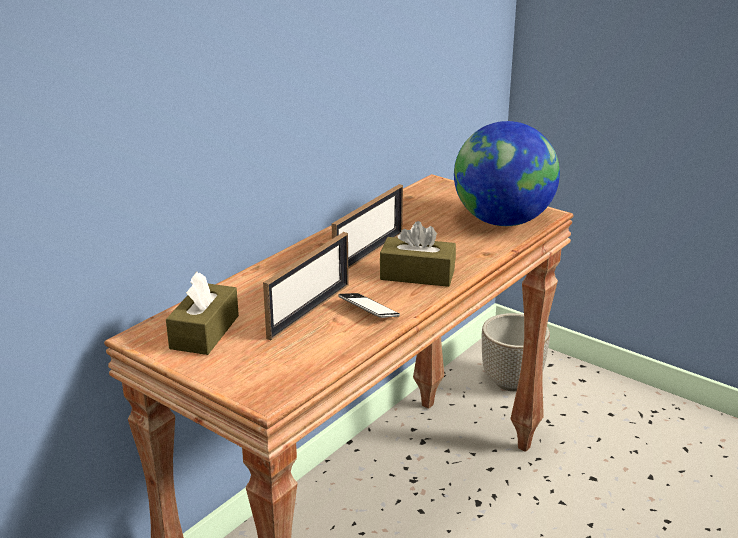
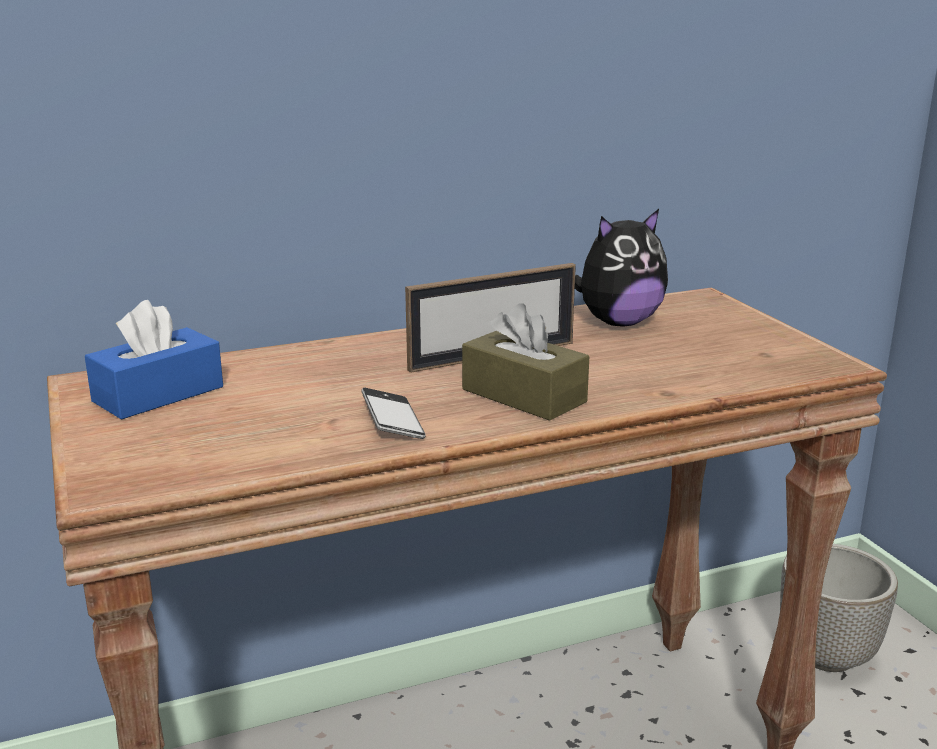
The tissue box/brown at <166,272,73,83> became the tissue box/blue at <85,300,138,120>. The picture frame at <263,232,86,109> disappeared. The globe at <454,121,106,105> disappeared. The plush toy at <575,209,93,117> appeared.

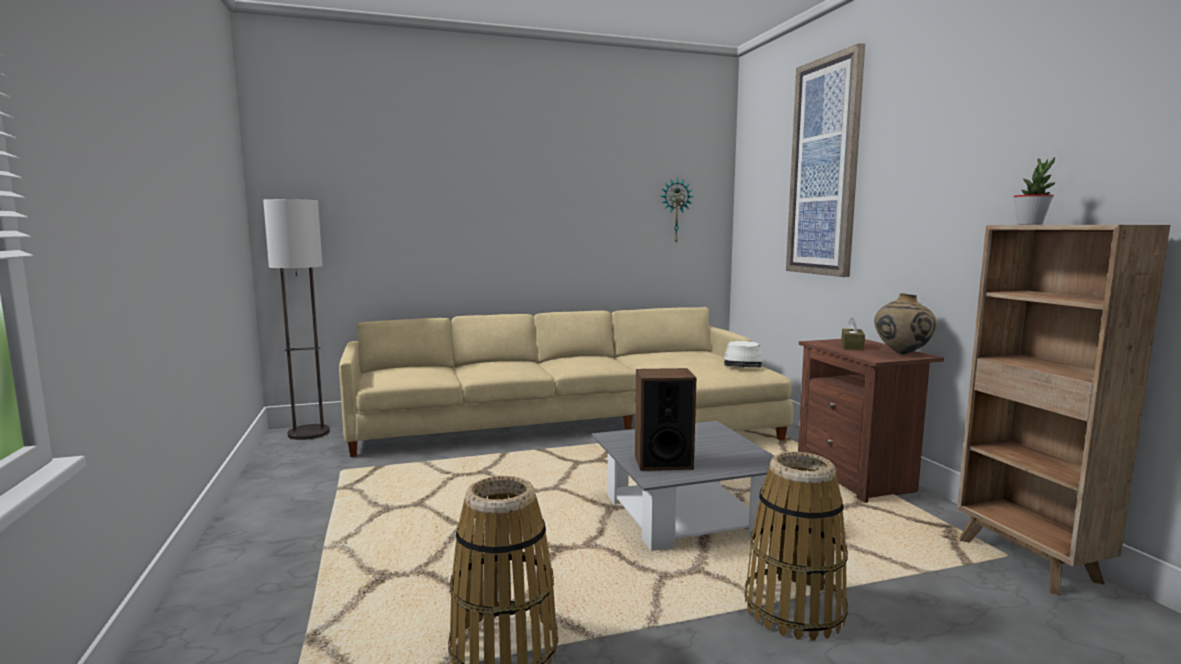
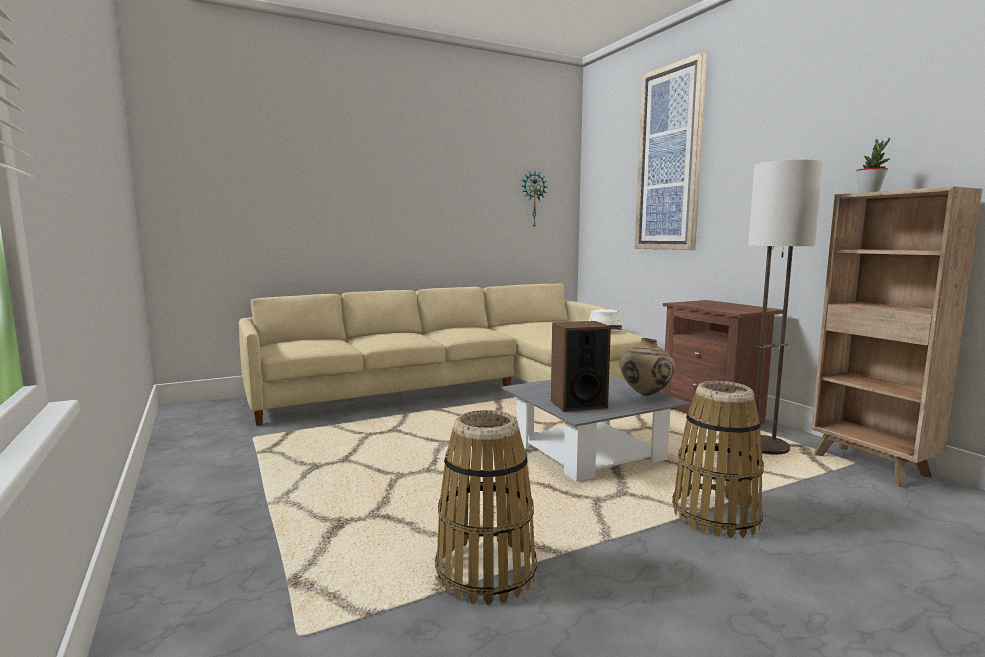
The floor lamp moved from <263,199,67,241> to <748,160,75,294>. The tissue box/brown at <841,317,24,33> disappeared. The vase/beige moved from <874,293,63,61> to <620,338,55,58>.

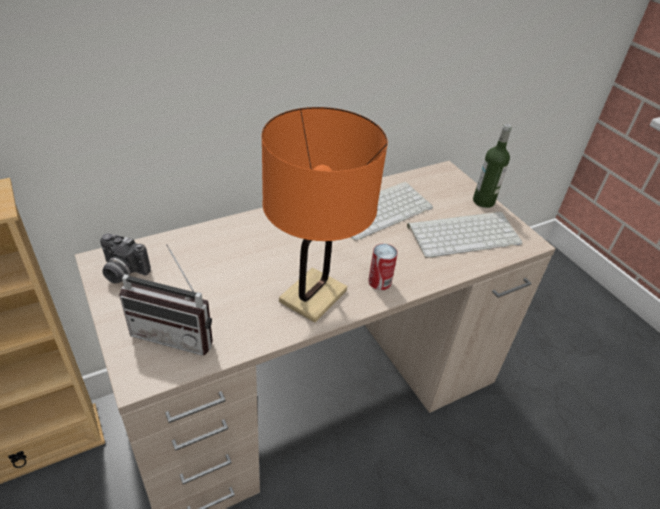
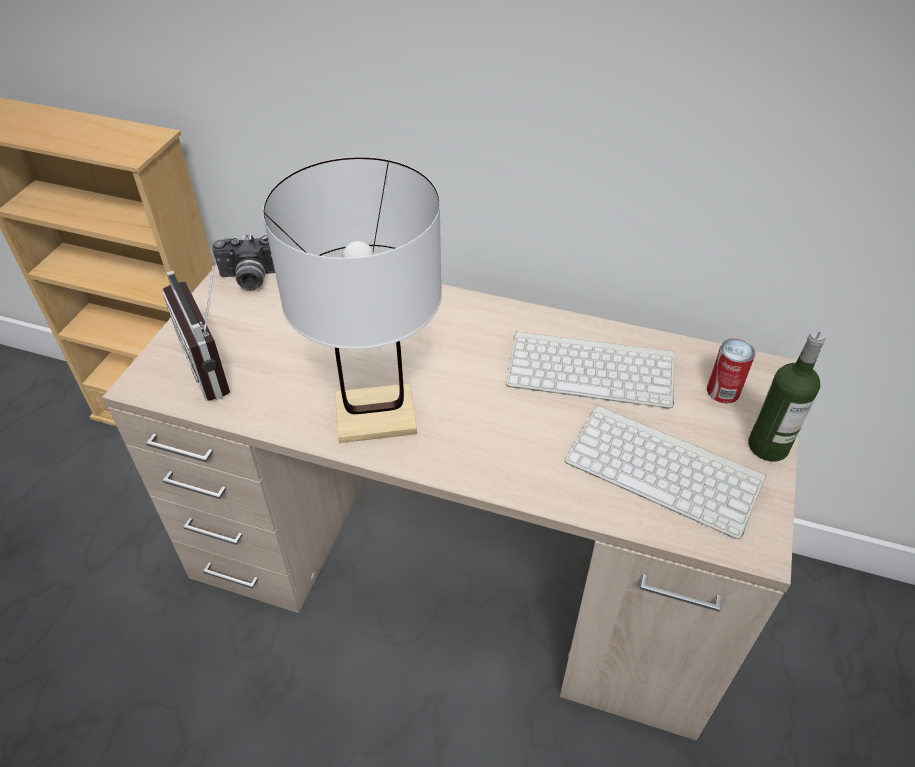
The photo camera at <100,233,51,51> turned 75 degrees counterclockwise. The table lamp/orange at <262,107,126,216> became the table lamp/white at <263,157,179,286>. The can moved from <368,243,30,47> to <707,339,48,64>.

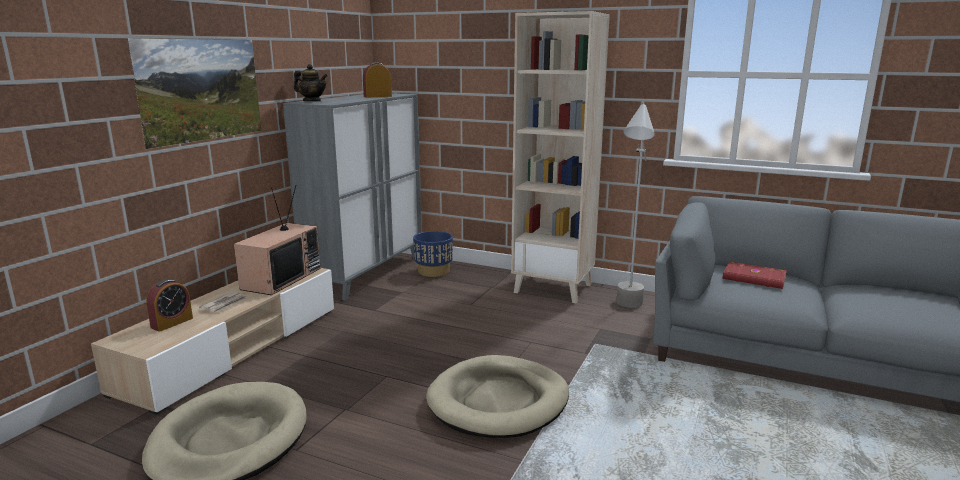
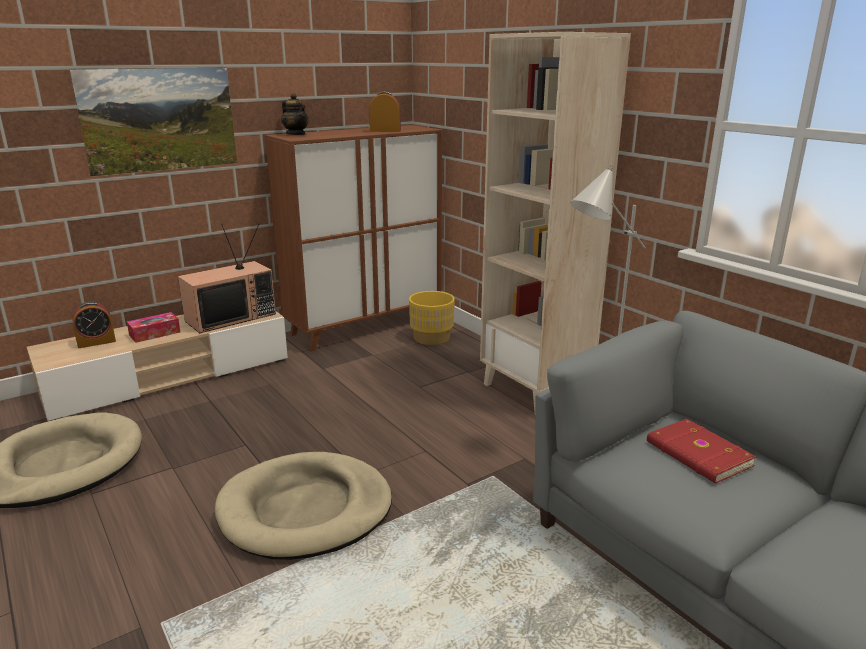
The newspaper at <199,292,48,20> was replaced by the tissue box at <127,312,53,31>. The cabinet/grey at <283,93,139,208> became the cabinet/brown at <265,125,177,226>. The planter/blue at <413,231,40,46> became the planter/yellow at <409,291,46,54>.

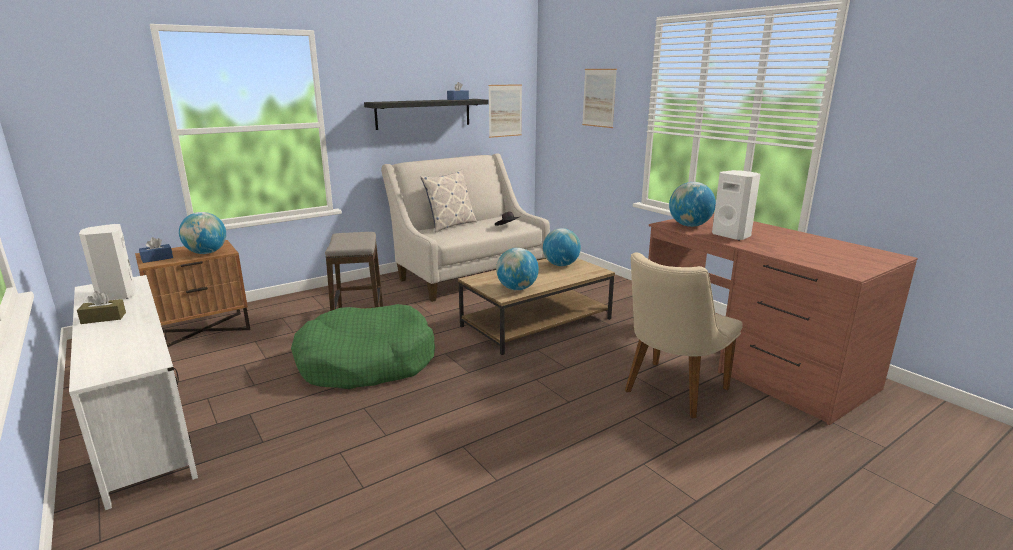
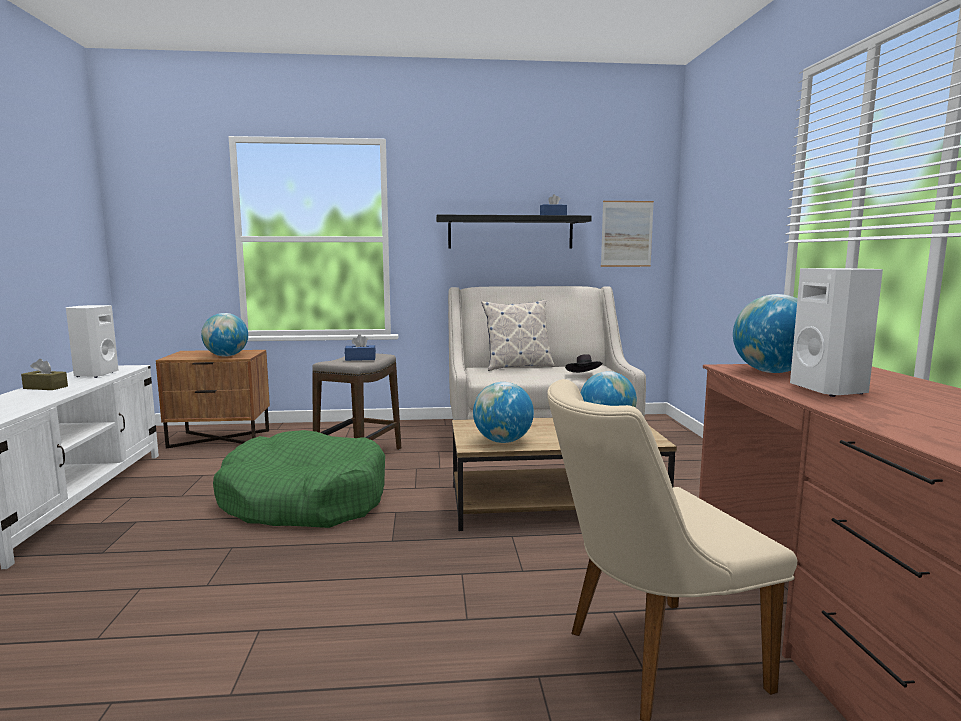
The tissue box/blue moved from <139,237,34,26> to <345,335,31,26>. The picture at <582,69,35,59> disappeared.

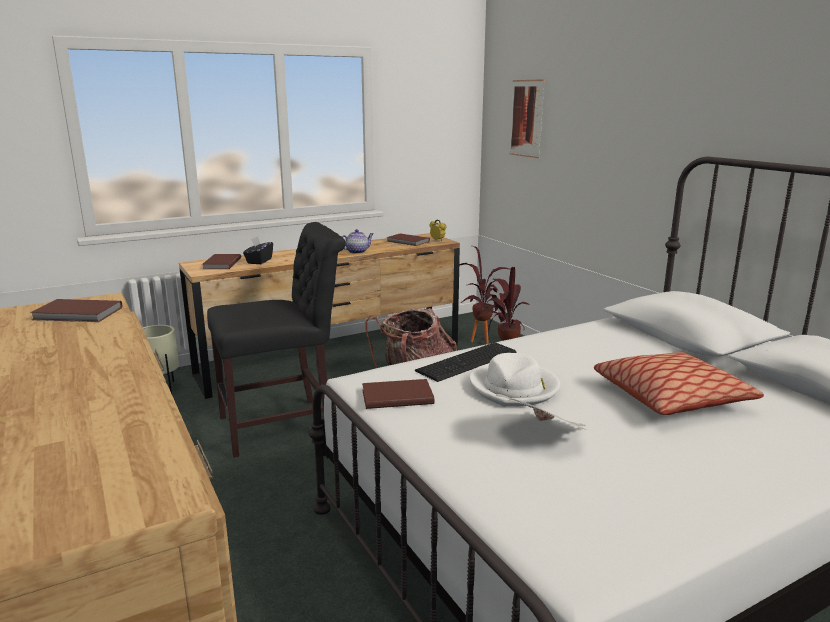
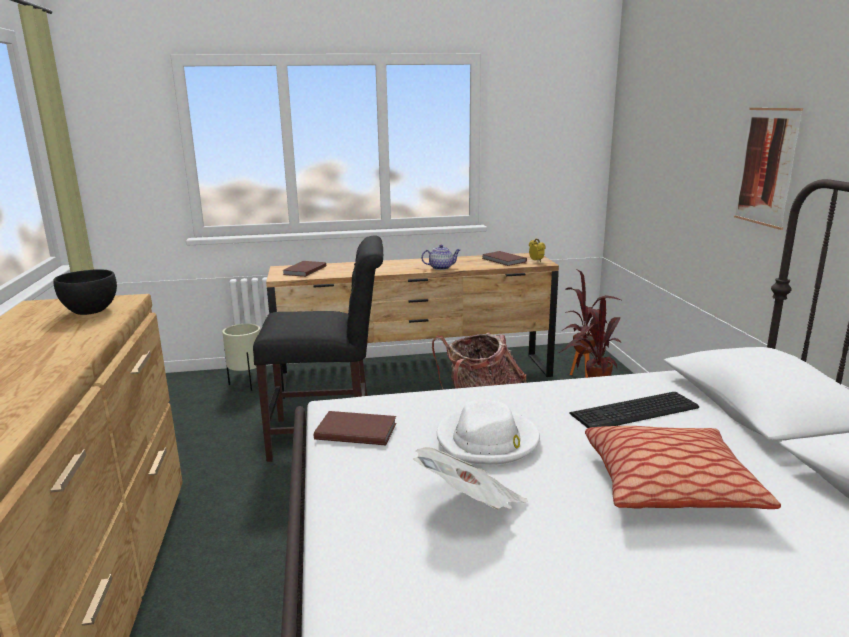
The book/brown at <30,299,92,23> was replaced by the bowl/black at <53,269,64,46>. The tissue box/black at <243,236,30,28> disappeared. The keyboard moved from <415,342,102,40> to <570,392,129,36>. The picture moved from <509,79,36,79> to <734,108,69,122>.

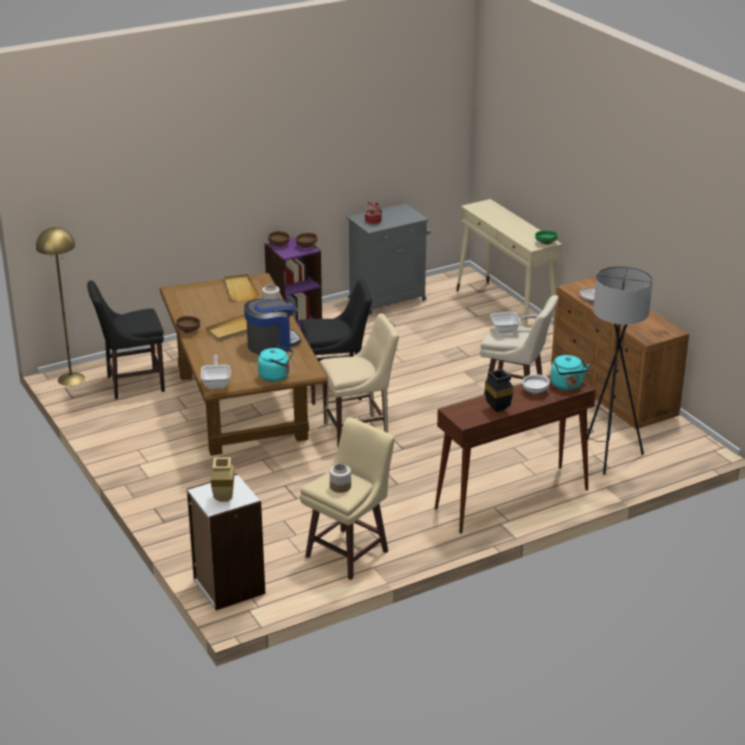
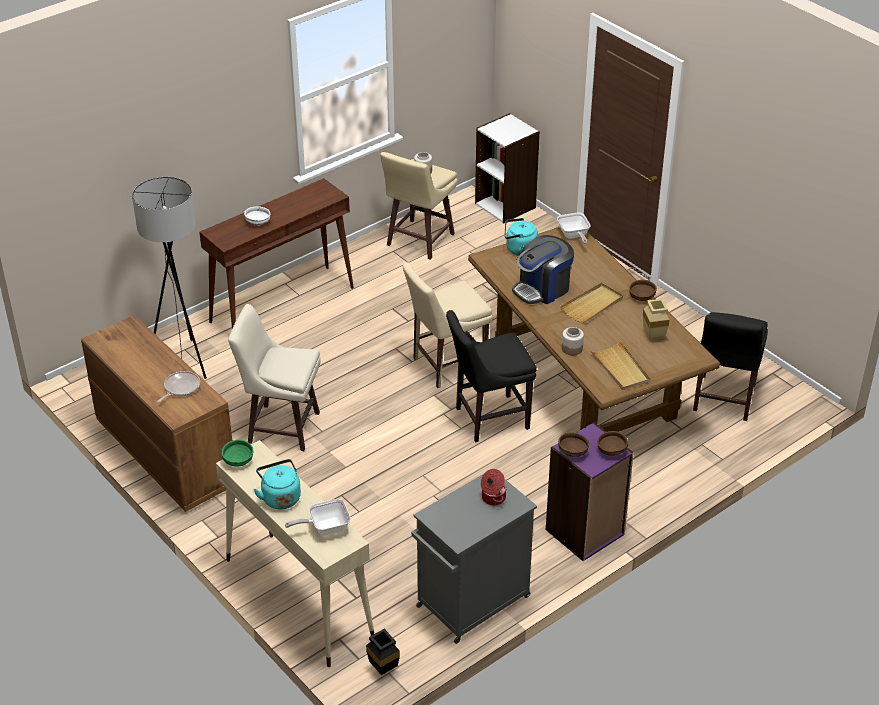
The floor lamp/yellow at <36,227,49,159> disappeared. The chair/black at <87,280,78,119> turned 135 degrees clockwise. The vase/beige moved from <211,457,23,45> to <643,299,26,41>. The vase/black moved from <485,369,28,43> to <366,629,34,46>. The frying pan moved from <490,312,47,22> to <285,499,66,37>. The kettle/turquoise moved from <551,355,39,35> to <253,459,48,50>.

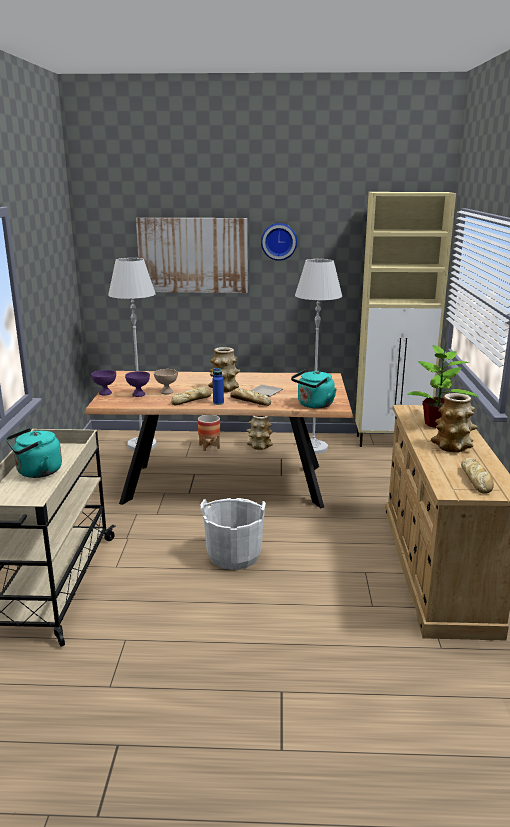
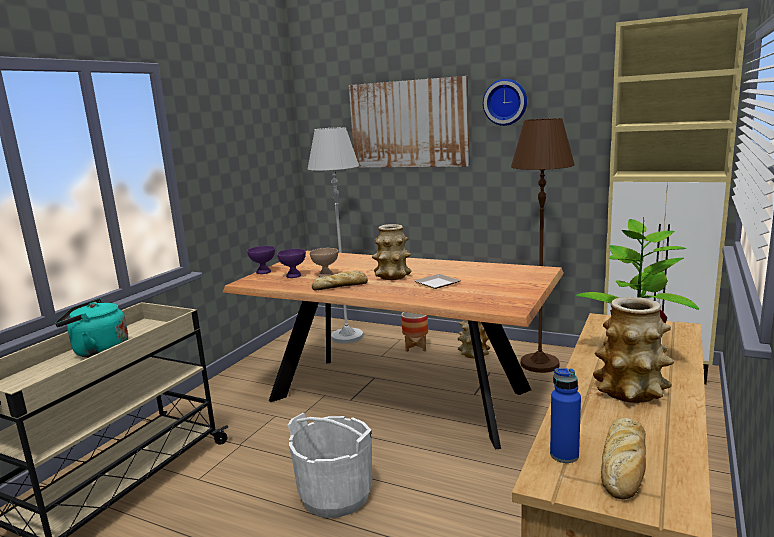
The bottle/blue moved from <213,368,11,37> to <550,368,31,95>. The bread at <230,389,41,17> disappeared. The kettle/turquoise at <291,369,46,40> disappeared. The floor lamp/white at <295,259,47,195> became the floor lamp/brown at <511,118,64,255>.

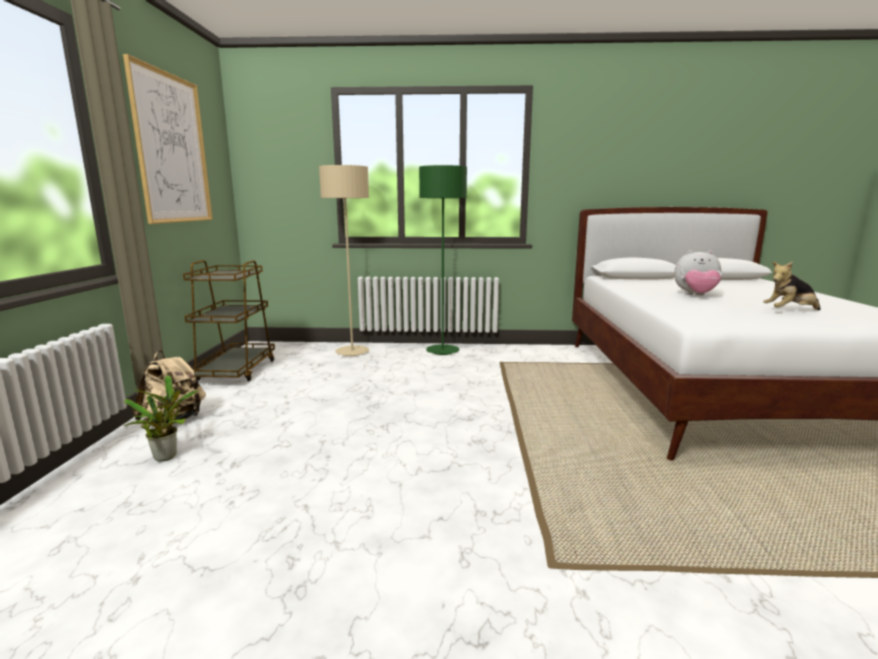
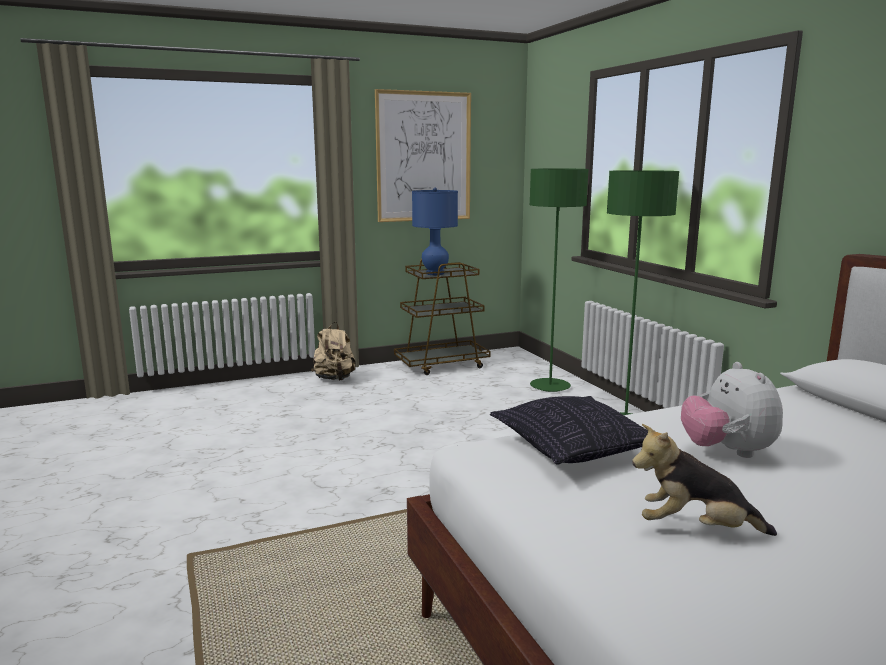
The potted plant at <124,375,75,87> disappeared. The floor lamp/beige at <319,165,50,191> became the floor lamp/green at <530,169,59,223>. The plush toy at <763,261,58,49> turned 45 degrees counterclockwise. The table lamp/blue at <412,188,46,87> appeared. The pillow at <490,396,158,69> appeared.

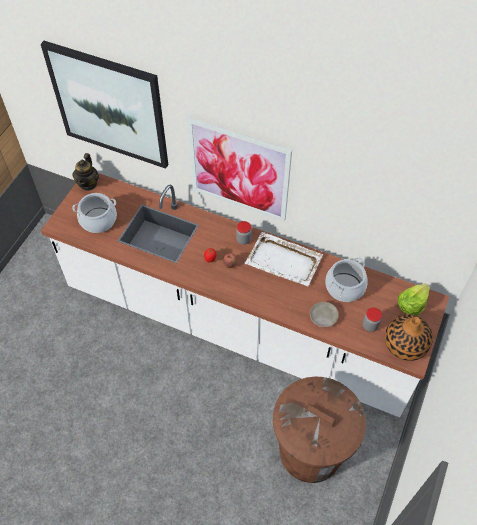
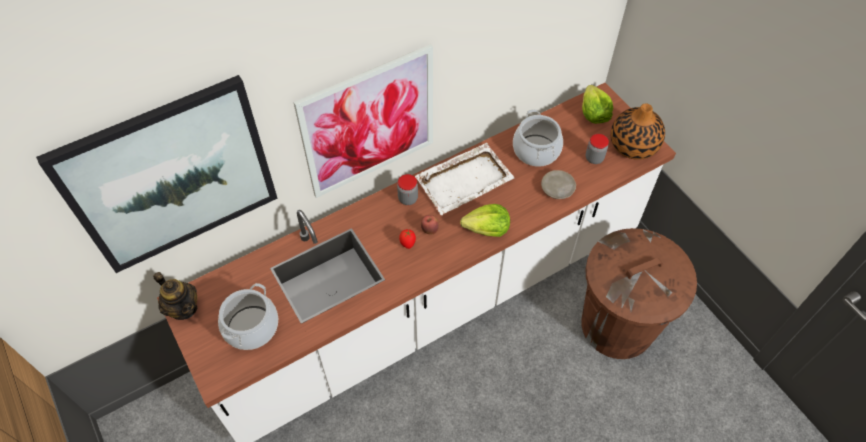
The lettuce at <460,204,50,33> appeared.

